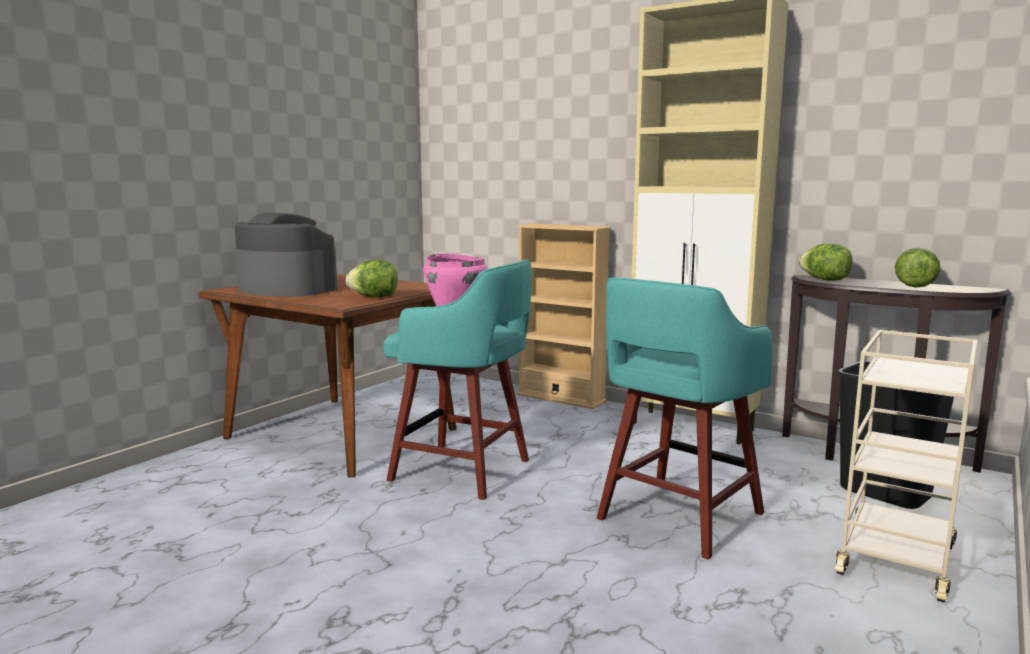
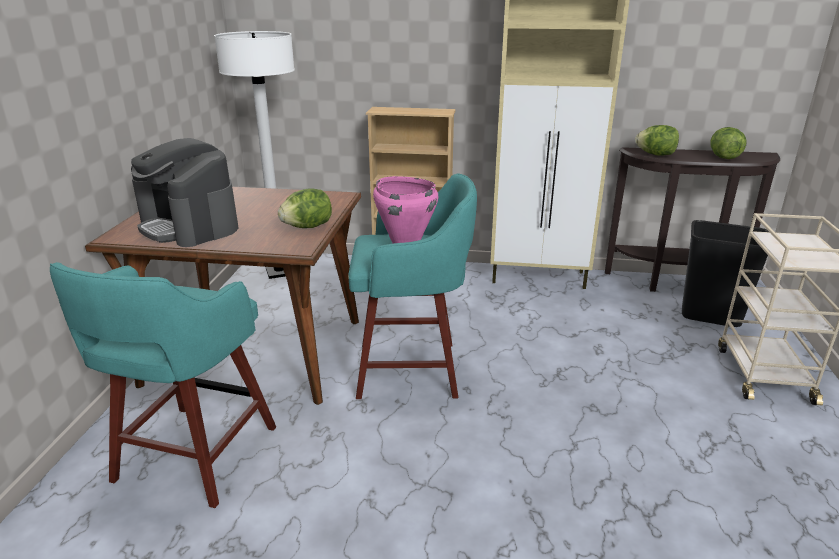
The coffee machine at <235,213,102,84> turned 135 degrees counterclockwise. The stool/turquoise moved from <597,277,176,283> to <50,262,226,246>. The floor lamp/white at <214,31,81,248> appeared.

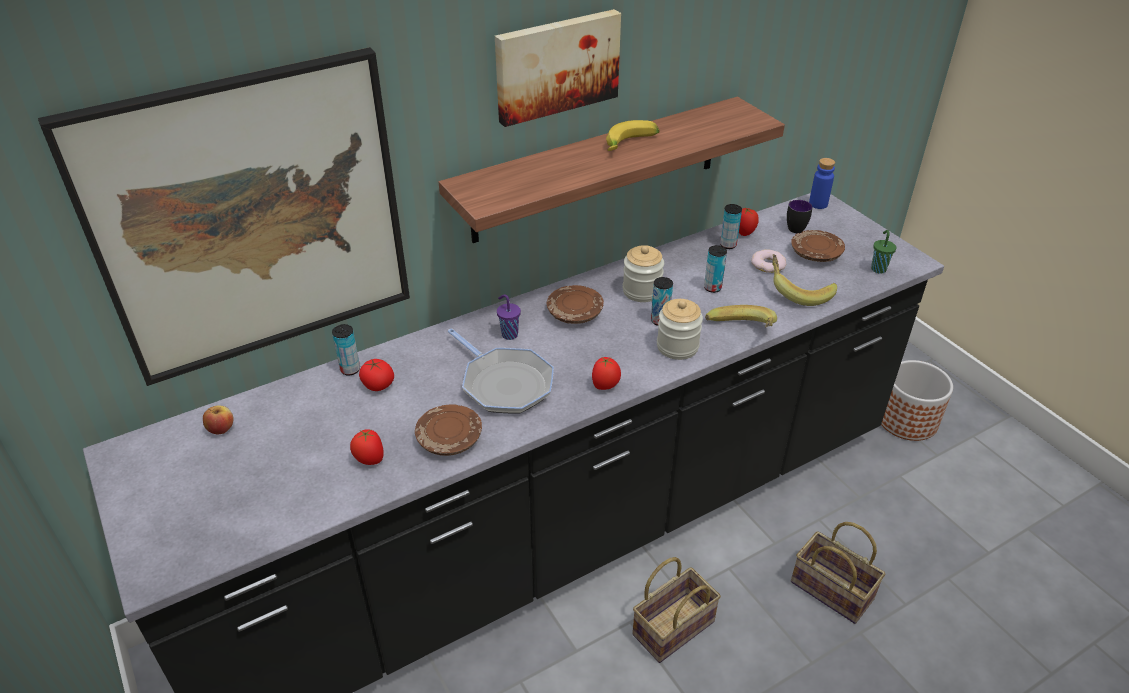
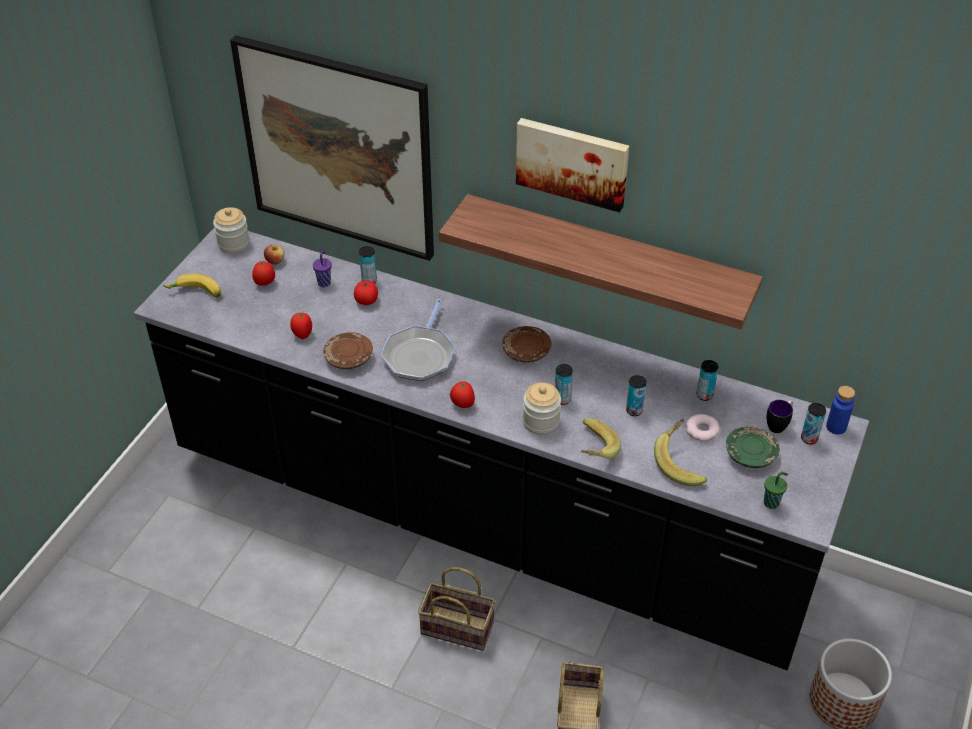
The cup/purple moved from <497,294,24,46> to <313,251,19,36>. The banana moved from <606,120,54,31> to <163,274,58,24>. The jar moved from <623,245,41,57> to <213,207,37,47>. The tomato moved from <739,207,20,29> to <252,261,23,24>. The plate/brown at <791,230,54,32> became the plate/green at <726,427,54,41>. The can at <801,403,25,41> appeared.

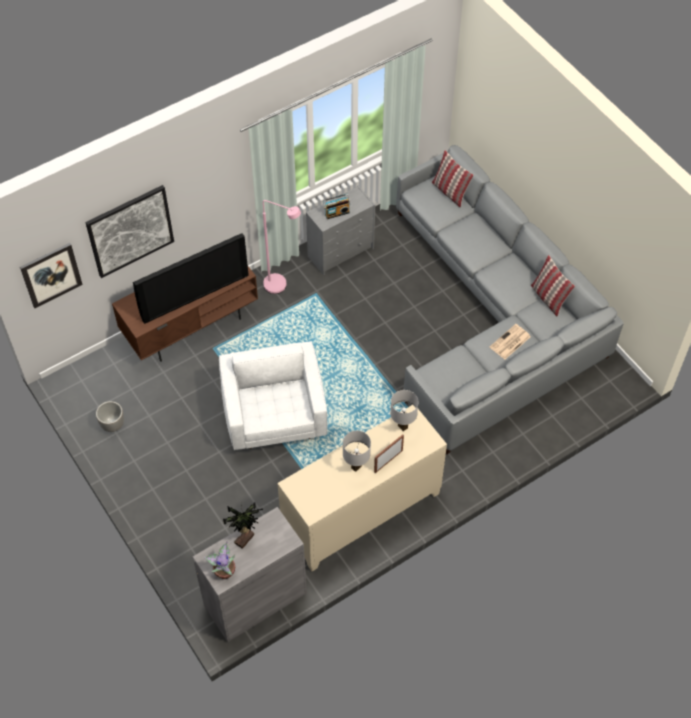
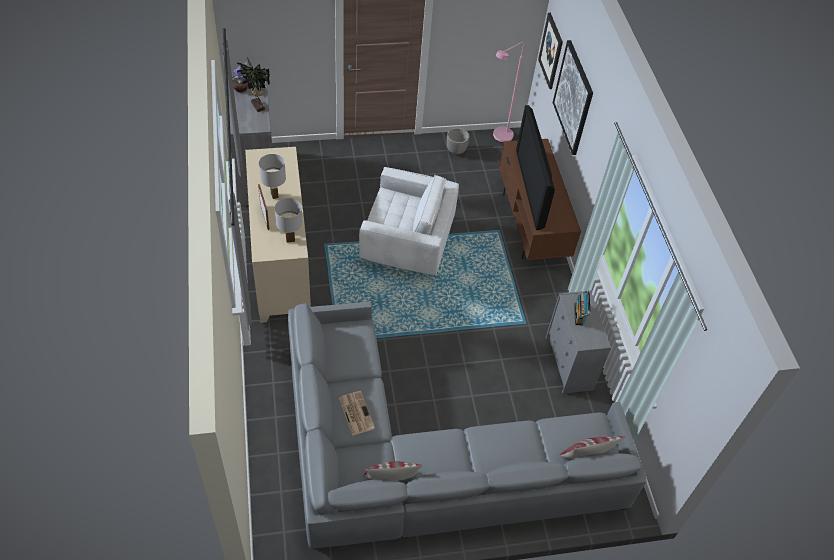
The floor lamp/pink moved from <263,200,38,94> to <493,42,31,101>.

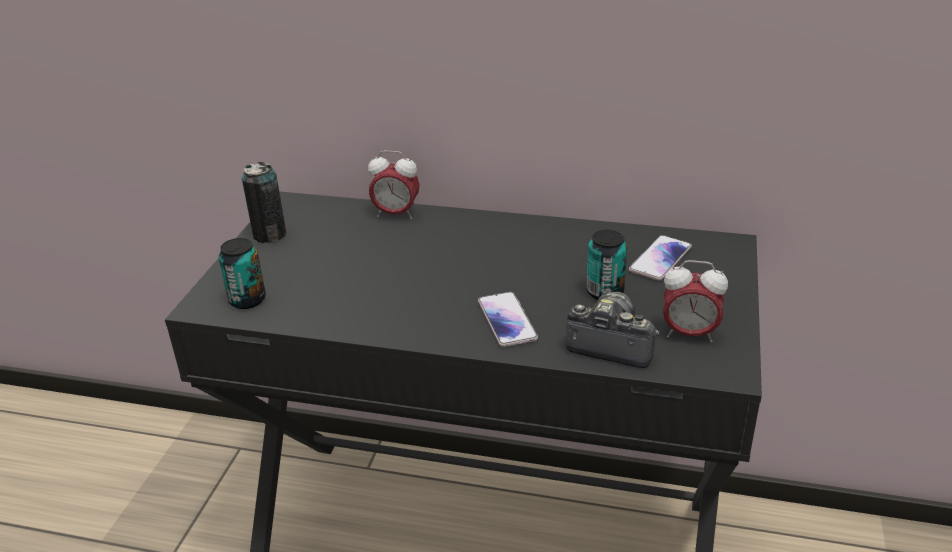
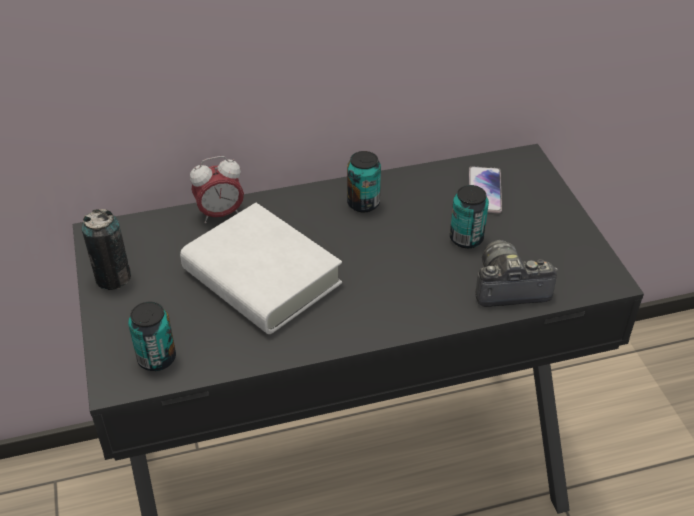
The phone at <478,292,60,55> disappeared. The alarm clock at <663,260,65,82> disappeared. The book/white at <180,203,162,131> appeared. The can at <347,151,34,61> appeared.

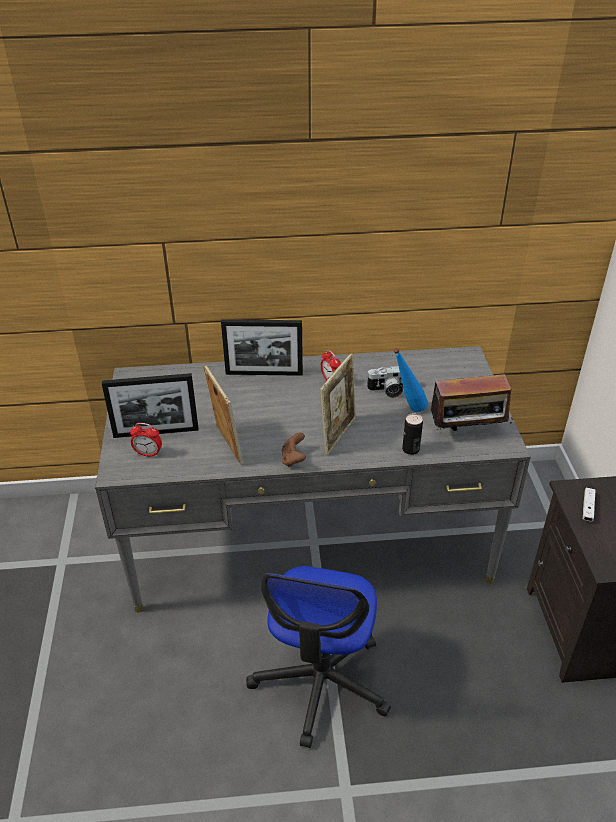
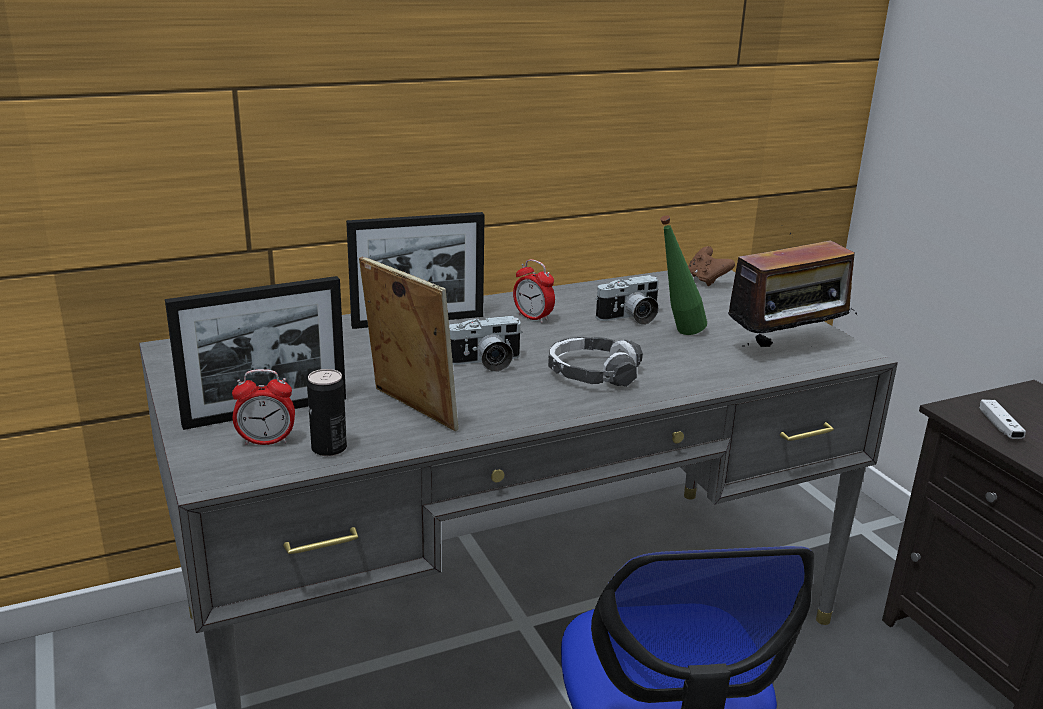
The game controller/brown moved from <282,432,24,35> to <688,246,47,40>. The picture frame at <320,353,36,102> was replaced by the headphones at <548,337,95,50>. The bottle/blue at <393,348,35,64> became the bottle/green at <660,215,47,120>. The can moved from <402,414,21,41> to <307,369,40,87>. The photo camera at <449,316,73,56> appeared.

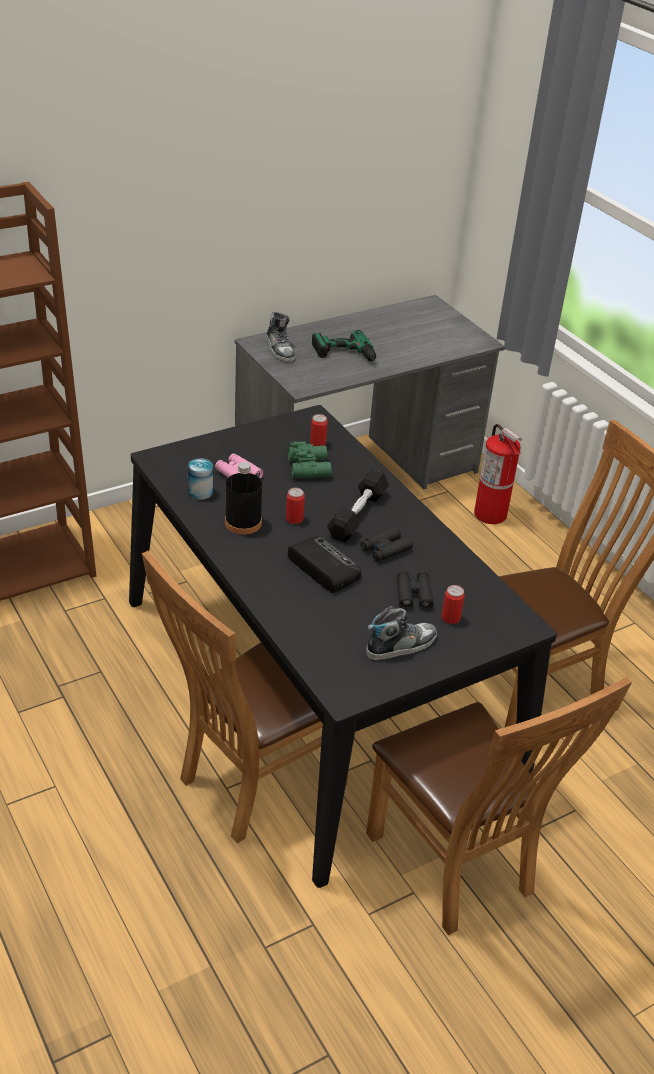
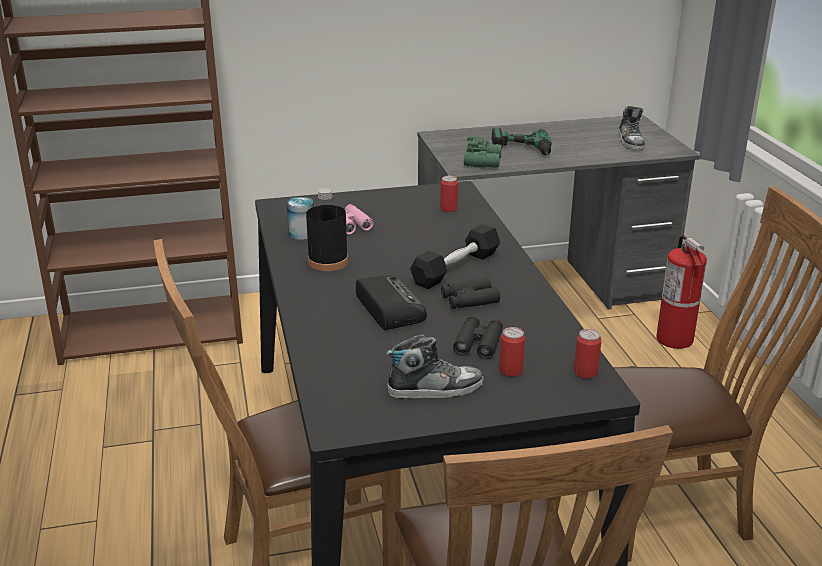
The shoe moved from <267,312,28,50> to <619,106,26,44>. The can moved from <286,488,19,36> to <574,329,27,50>. The binoculars/green moved from <288,442,43,37> to <464,136,38,32>.

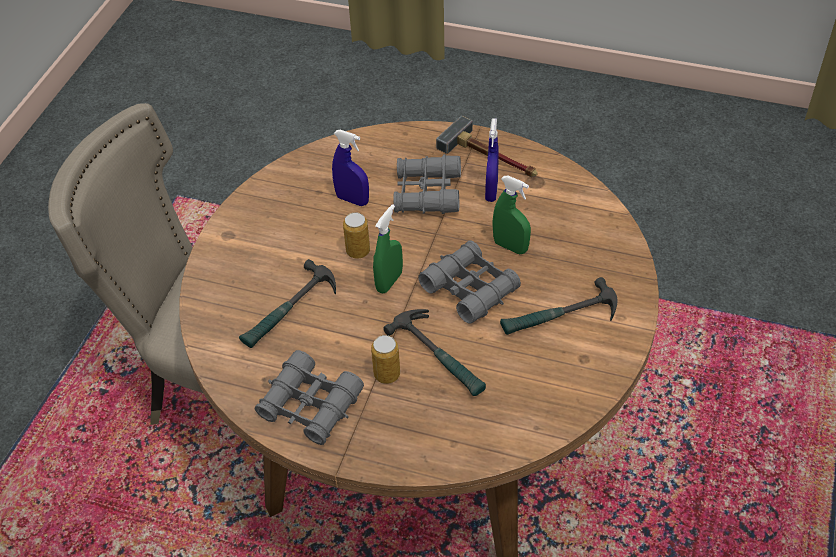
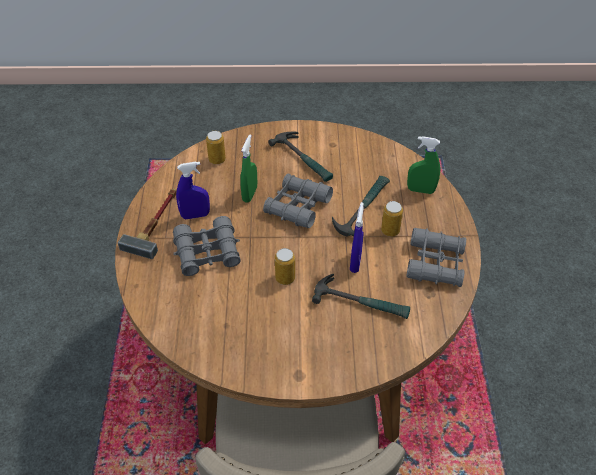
The spray bottle/blue moved from <332,130,37,76> to <350,202,14,71>. The spray bottle/green moved from <373,204,30,89> to <407,136,33,58>. The can at <206,131,20,33> appeared.

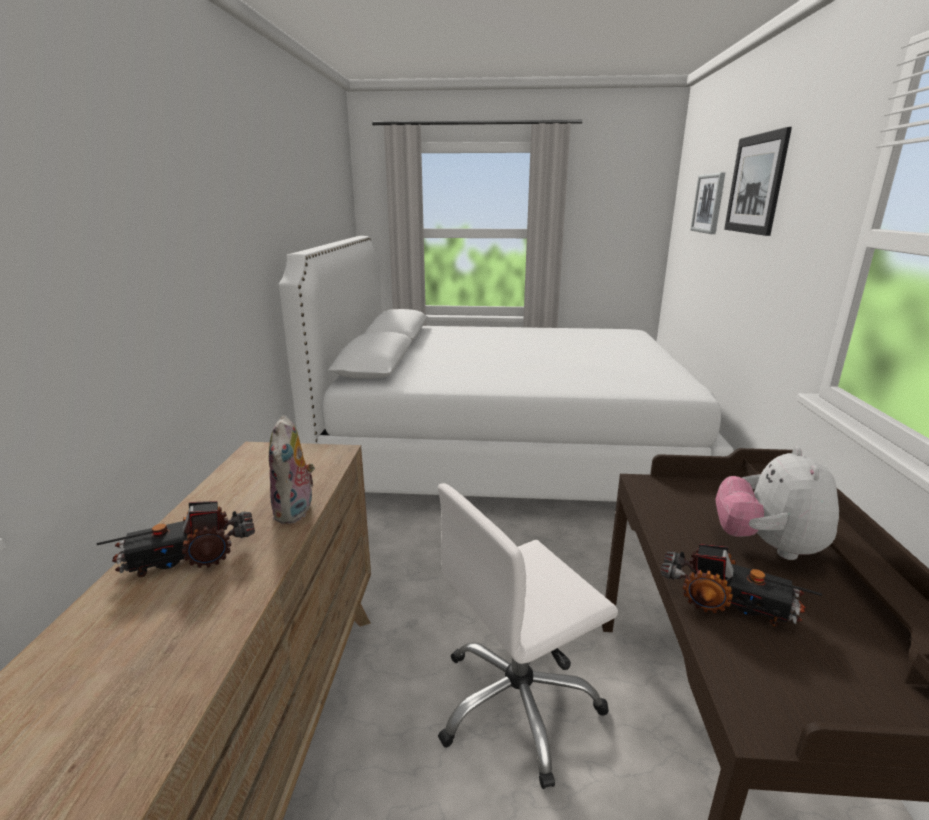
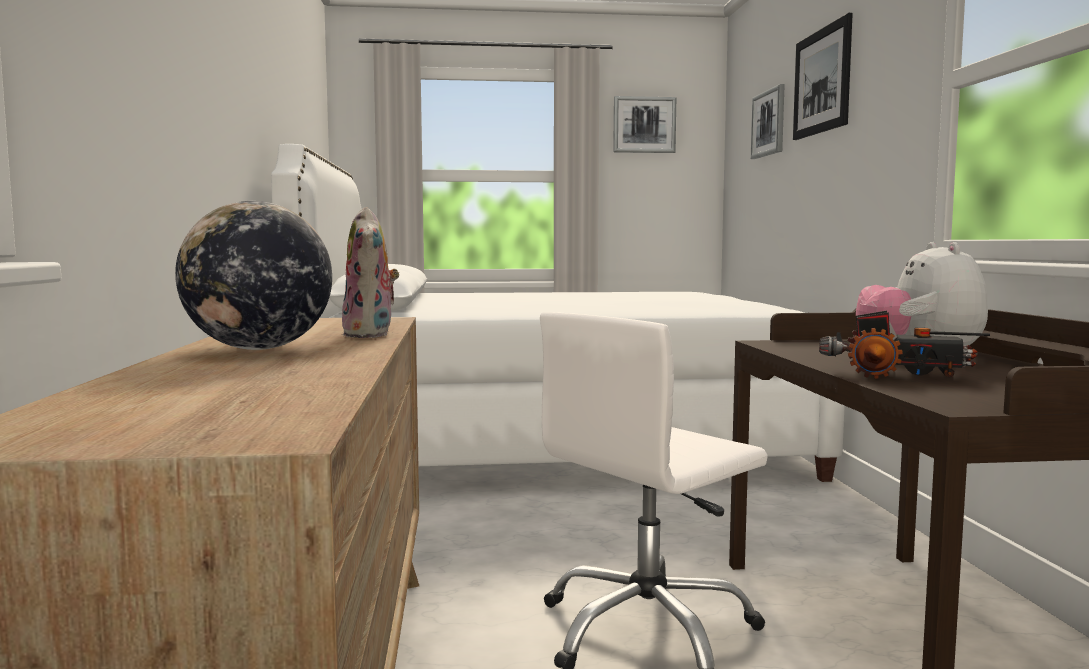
The toy truck at <96,501,159,76> was replaced by the globe at <175,201,157,149>. The picture at <613,96,63,57> appeared.

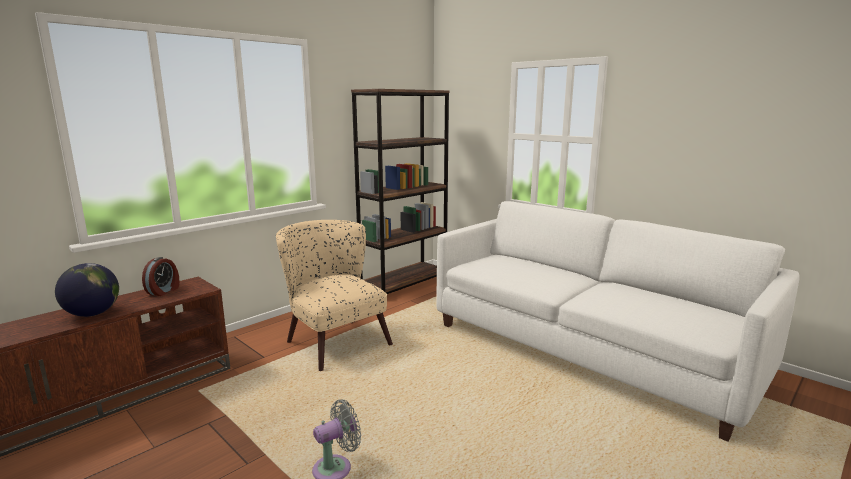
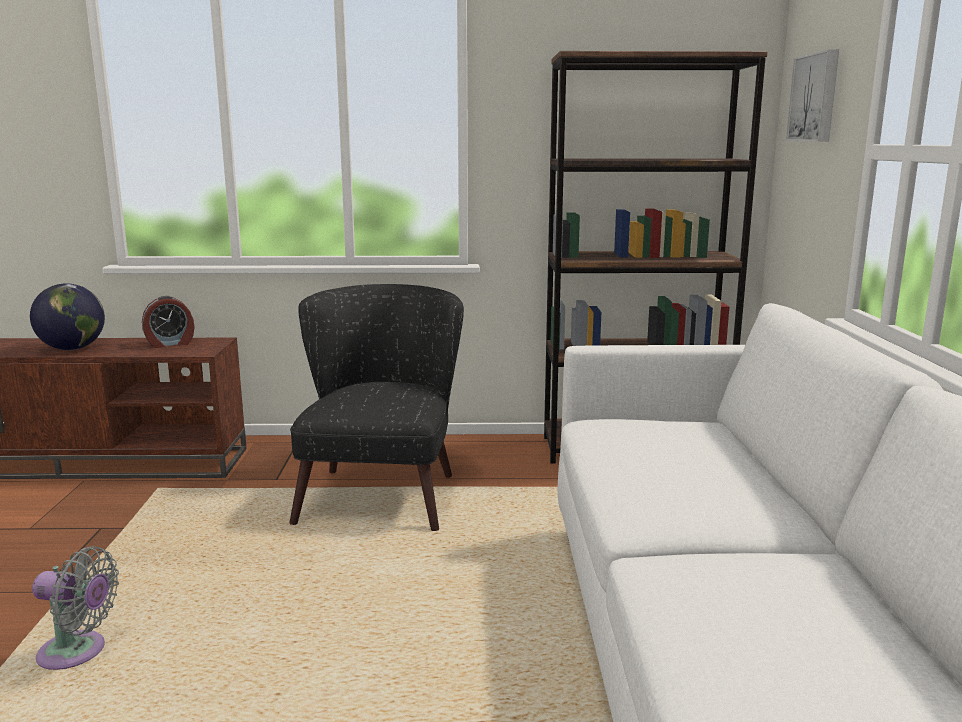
The armchair/beige at <276,220,117,151> became the armchair/black at <289,284,175,247>. The picture at <786,50,53,91> appeared.

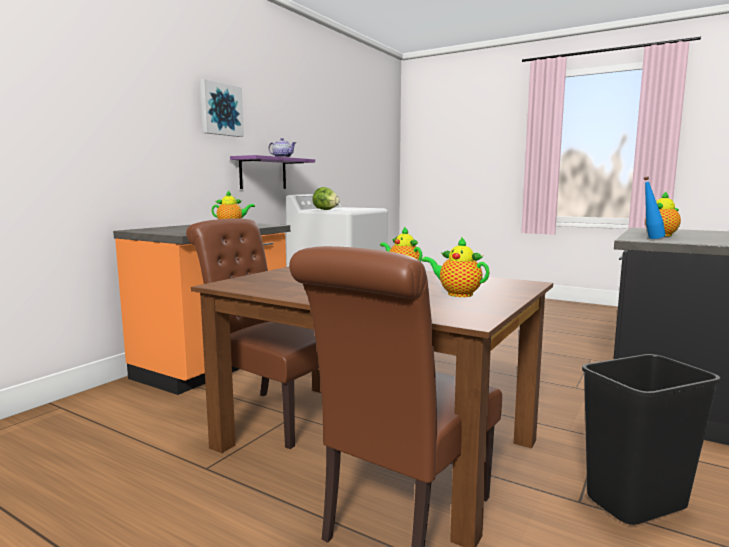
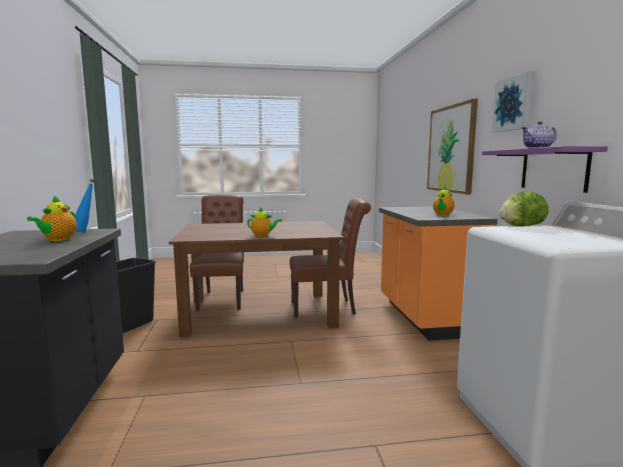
The teapot at <422,237,68,60> disappeared. The picture at <427,99,51,95> appeared.

